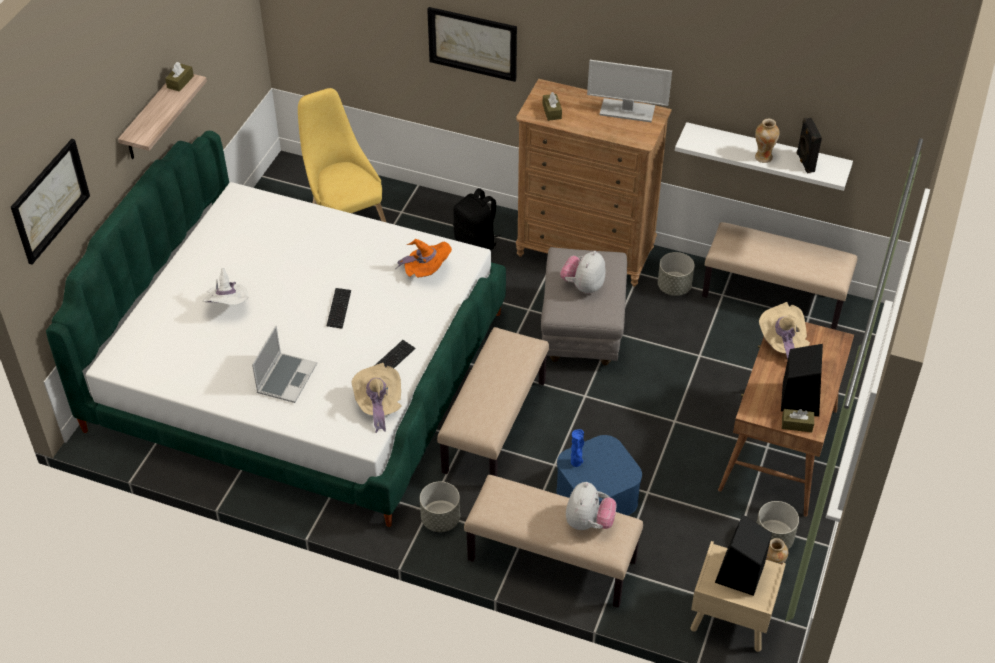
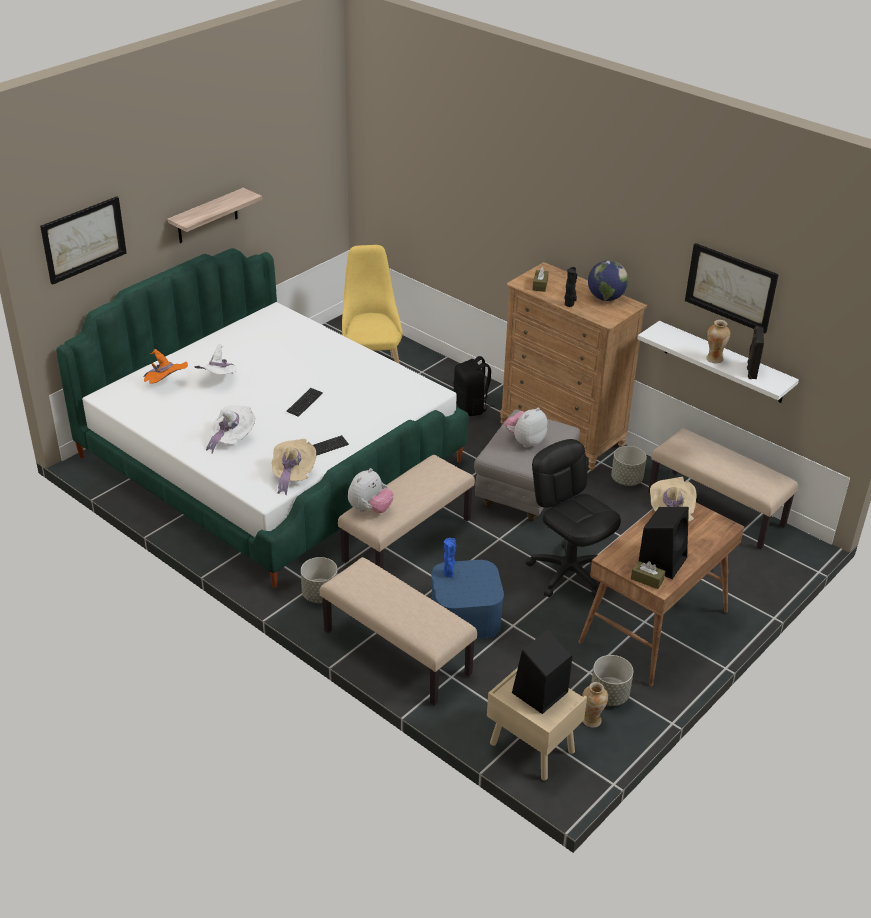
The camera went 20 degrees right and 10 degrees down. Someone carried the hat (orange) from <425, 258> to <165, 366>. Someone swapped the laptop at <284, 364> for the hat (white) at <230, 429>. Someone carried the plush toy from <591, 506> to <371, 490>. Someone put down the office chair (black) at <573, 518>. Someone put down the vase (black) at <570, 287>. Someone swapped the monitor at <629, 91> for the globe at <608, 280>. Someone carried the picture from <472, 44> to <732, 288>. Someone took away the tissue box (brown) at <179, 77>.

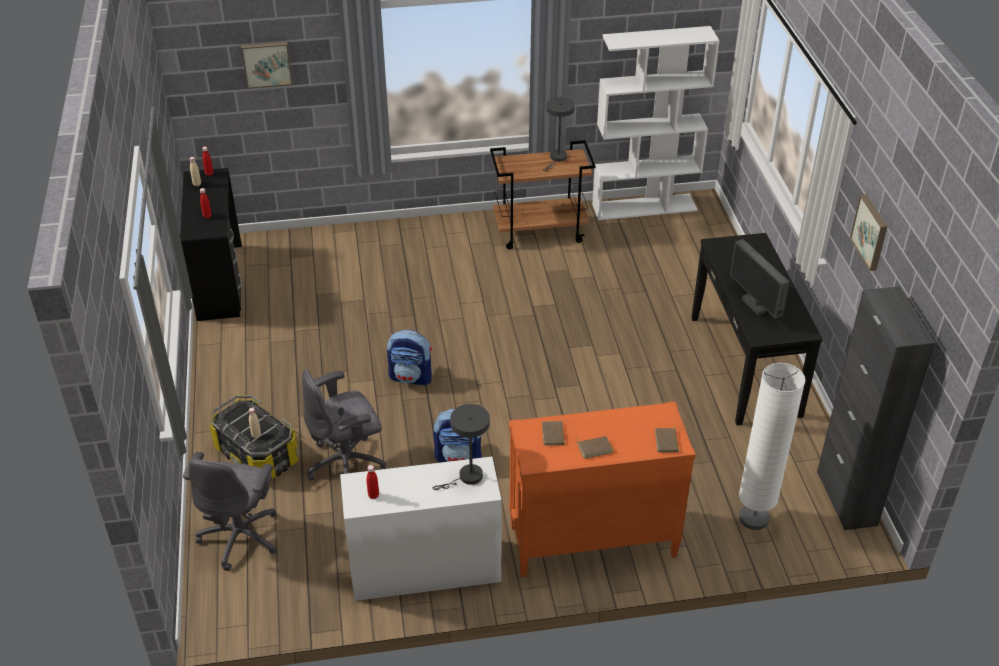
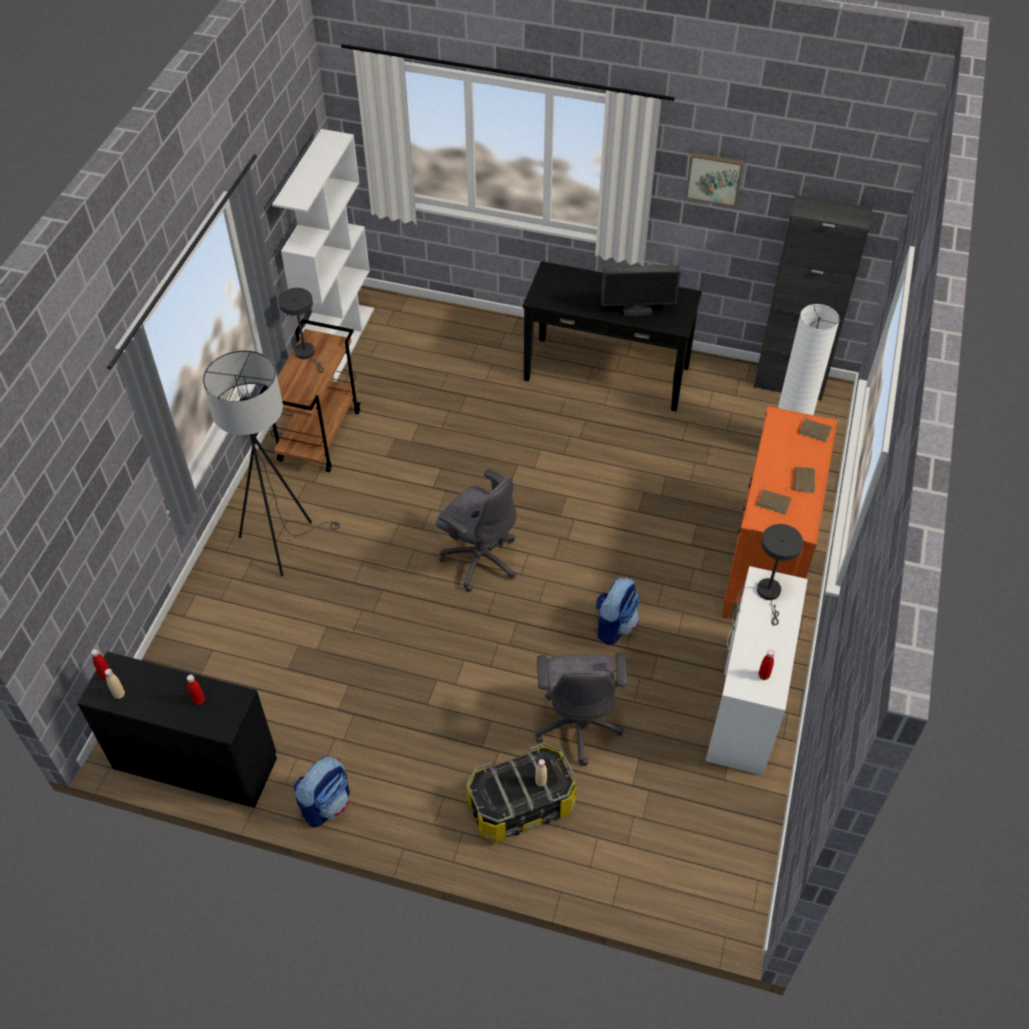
The camera went 65 degrees left and 10 degrees up. Someone put down the floor lamp (grey) at <271, 463>. Someone carried the backpack from <409, 358> to <322, 792>. Someone carried the office chair (grey) from <230, 511> to <476, 530>. Someone took away the picture at <266, 65>.

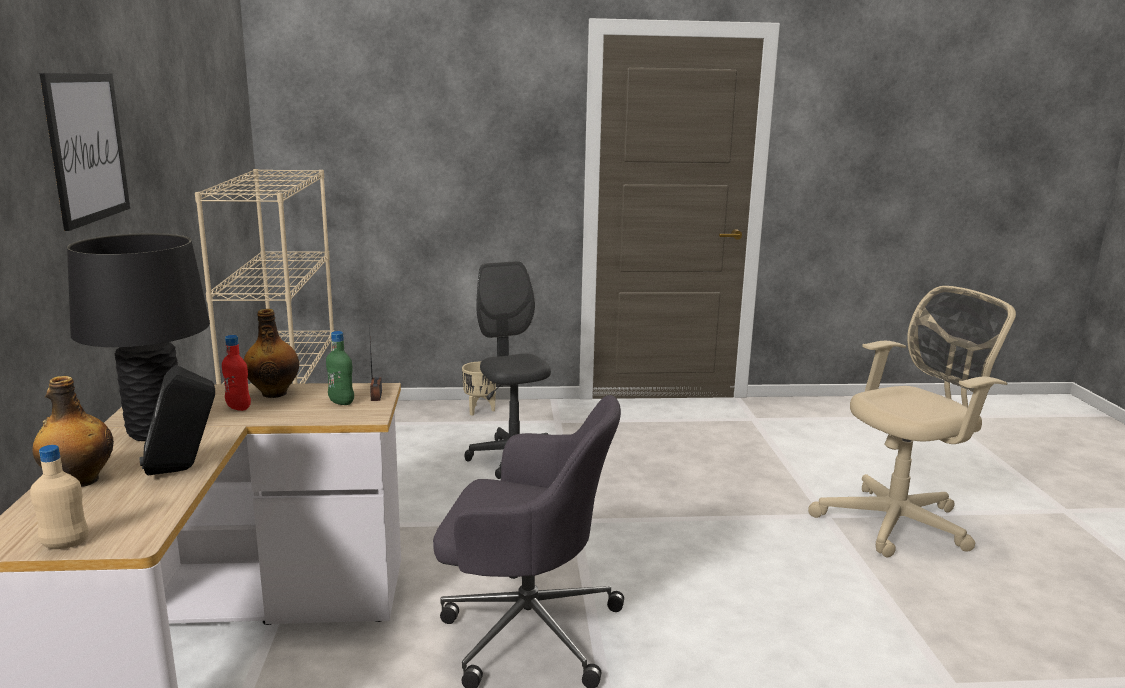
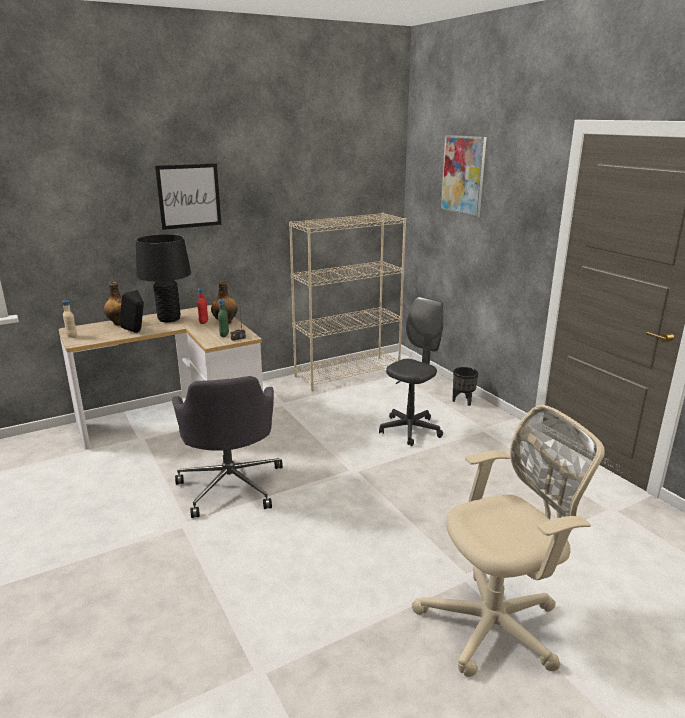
The camera went 65 degrees right and 5 degrees up. Someone rotated the office chair (beige) at <912, 421> by 60 degrees counterclockwise. Someone put up the picture at <463, 176>. Someone repainted the planter (beige) at <479, 389>, which became the planter (black) at <465, 386>.

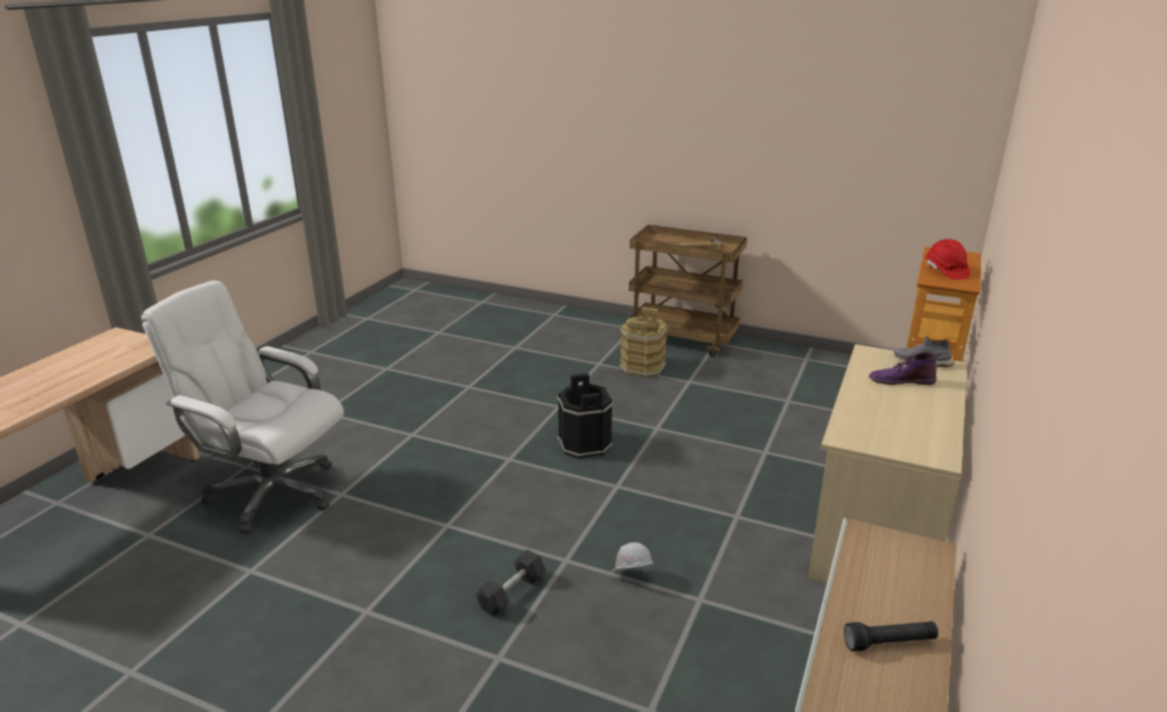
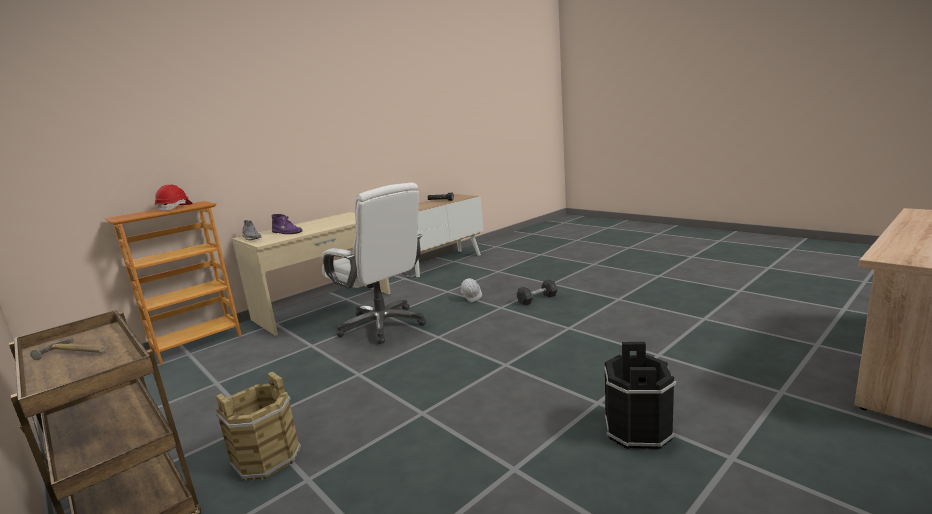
The camera went 155 degrees left and 10 degrees down. Someone carried the office chair (white) from <242, 407> to <374, 263>. Someone carried the bucket (black) from <585, 416> to <640, 396>.

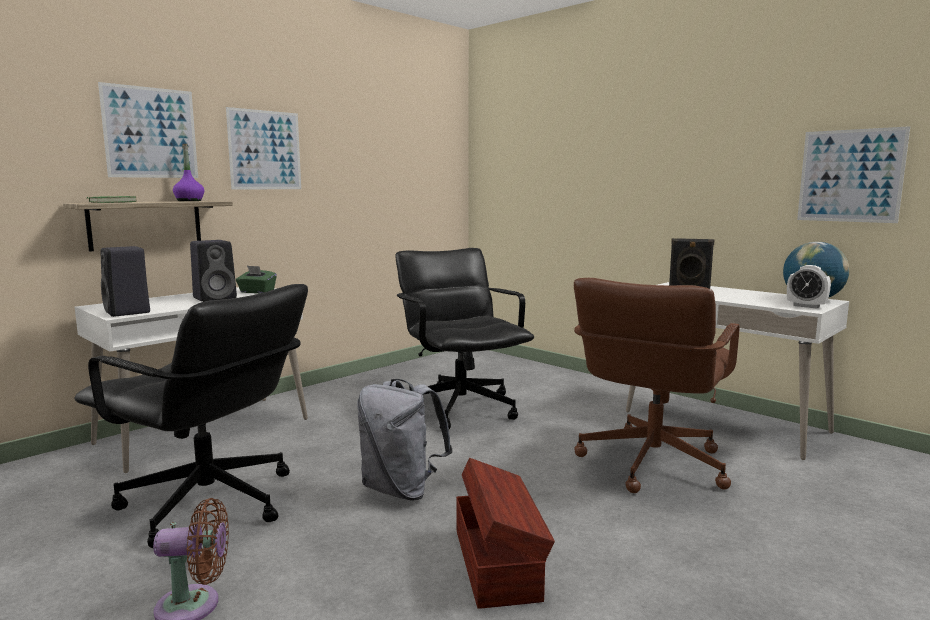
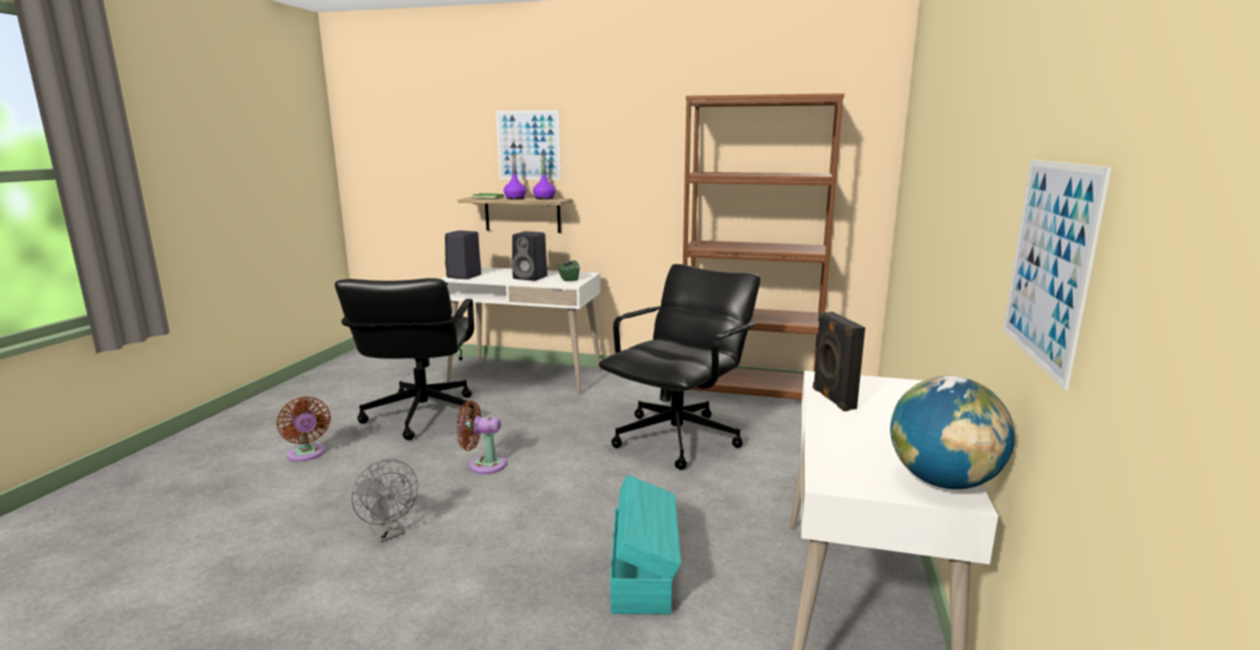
The camera went 60 degrees right and 5 degrees up. Someone swapped the storage box (brown) at <505, 533> for the fan (grey) at <384, 500>. Someone swapped the backpack (grey) at <404, 439> for the fan (brown) at <482, 437>. Someone put down the bottle (purple) at <515, 176>. Someone swapped the office chair (brown) at <657, 385> for the storage box (turquoise) at <645, 544>. Someone put down the bookcase (brown) at <763, 246>. Someone took away the picture at <263, 148>. Someone took away the alarm clock at <809, 287>.

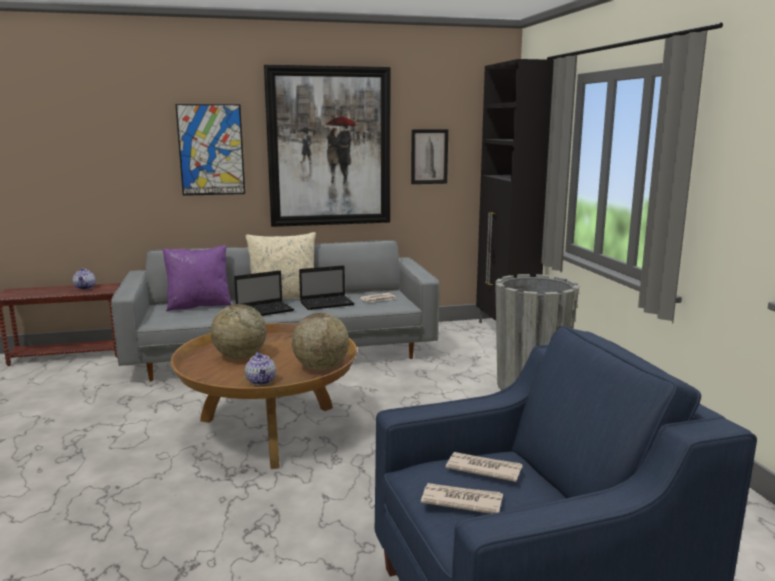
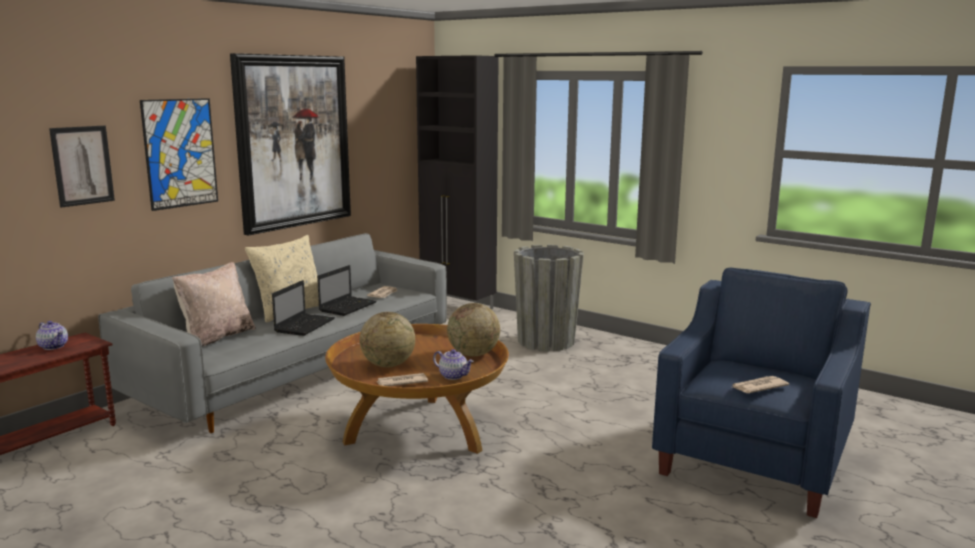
The camera went 40 degrees left and 0 degrees up. Someone carried the picture from <429, 156> to <82, 167>. Someone repainted the pillow (purple) at <197, 278>, which became the pillow (beige) at <214, 304>. Someone carried the newspaper from <484, 467> to <402, 379>.

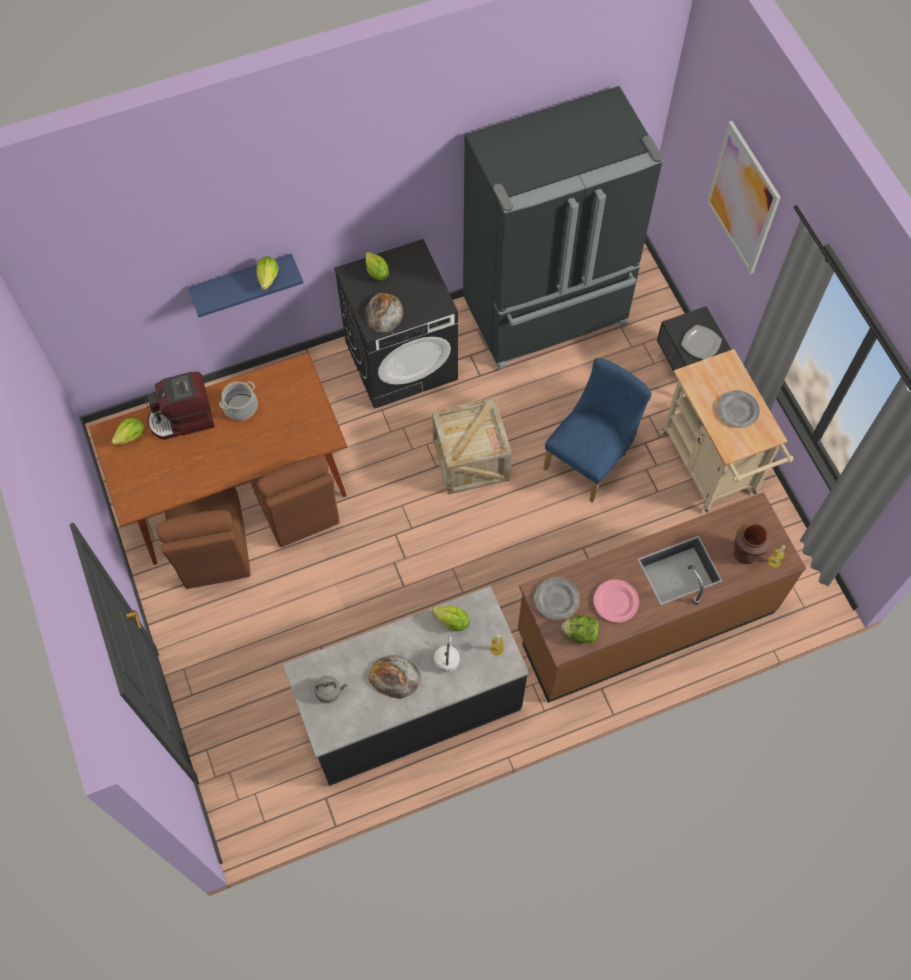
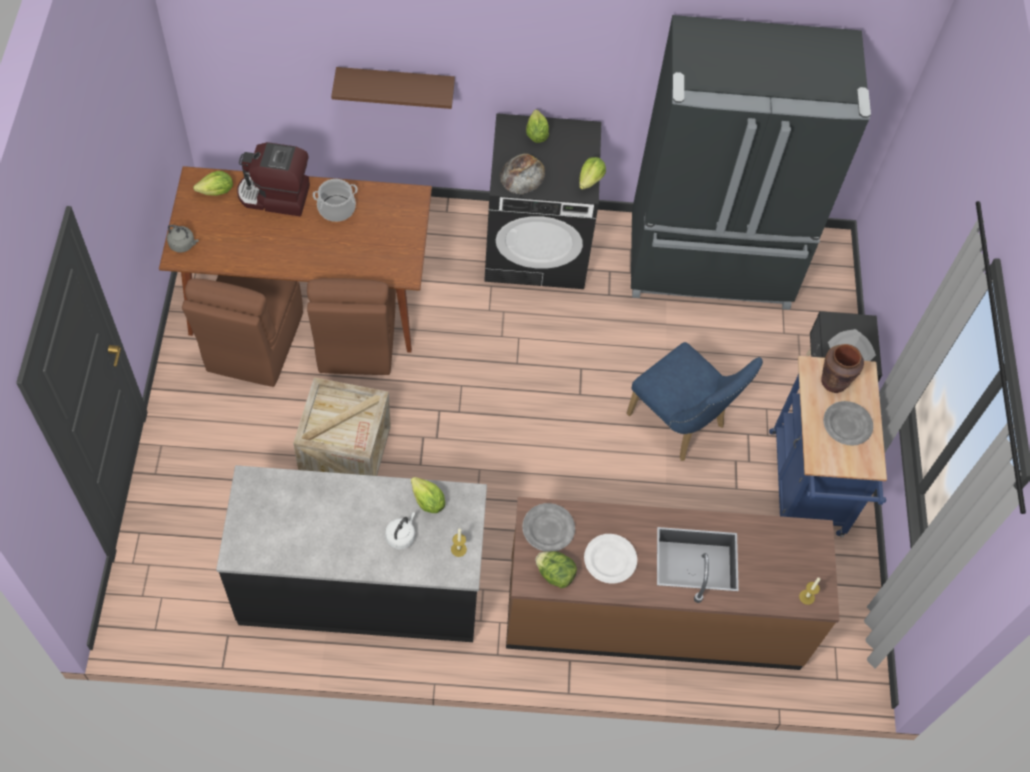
The camera went 20 degrees right and 5 degrees down. Someone carried the kettle (grey) from <330, 689> to <182, 239>. Someone carried the crate from <472, 446> to <342, 426>. Someone repainted the shelf (blue) at <245, 285>, which became the shelf (brown) at <393, 88>. Someone carried the lettuce from <267, 273> to <592, 173>. Someone repainted the plate (pink) at <616, 601>, which became the plate (white) at <610, 559>. Someone rotated the chair (blue) at <597, 430> by 75 degrees clockwise. Someone repainted the cart (beige) at <727, 431>, which became the cart (blue) at <828, 446>. Someone carried the vase (brown) from <752, 543> to <842, 368>. Someone took away the bread at <395, 677>. Someone took away the picture at <743, 197>.

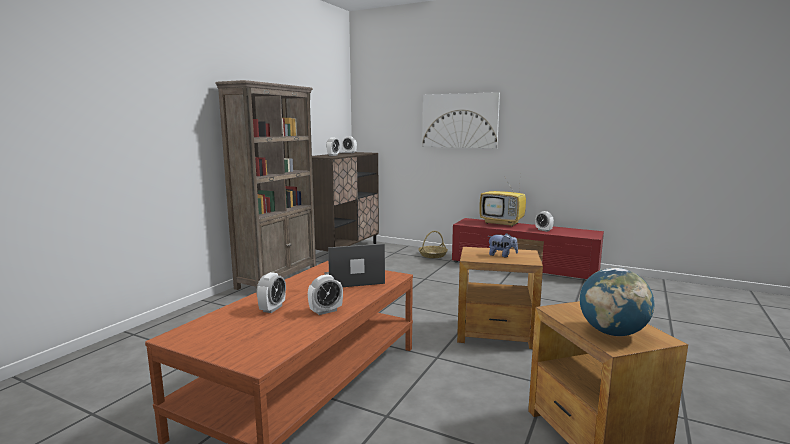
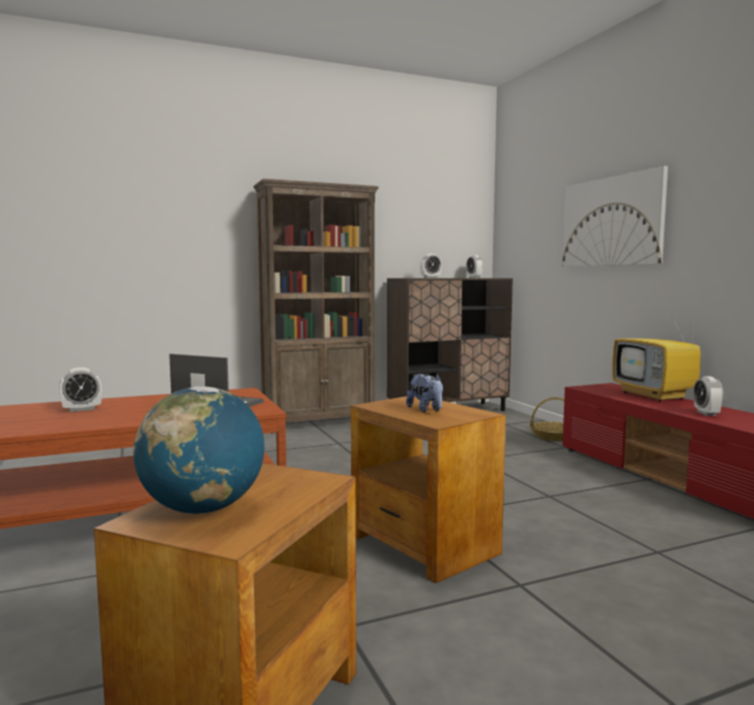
The camera went 40 degrees right and 5 degrees down. Someone took away the alarm clock at <325, 294>.

